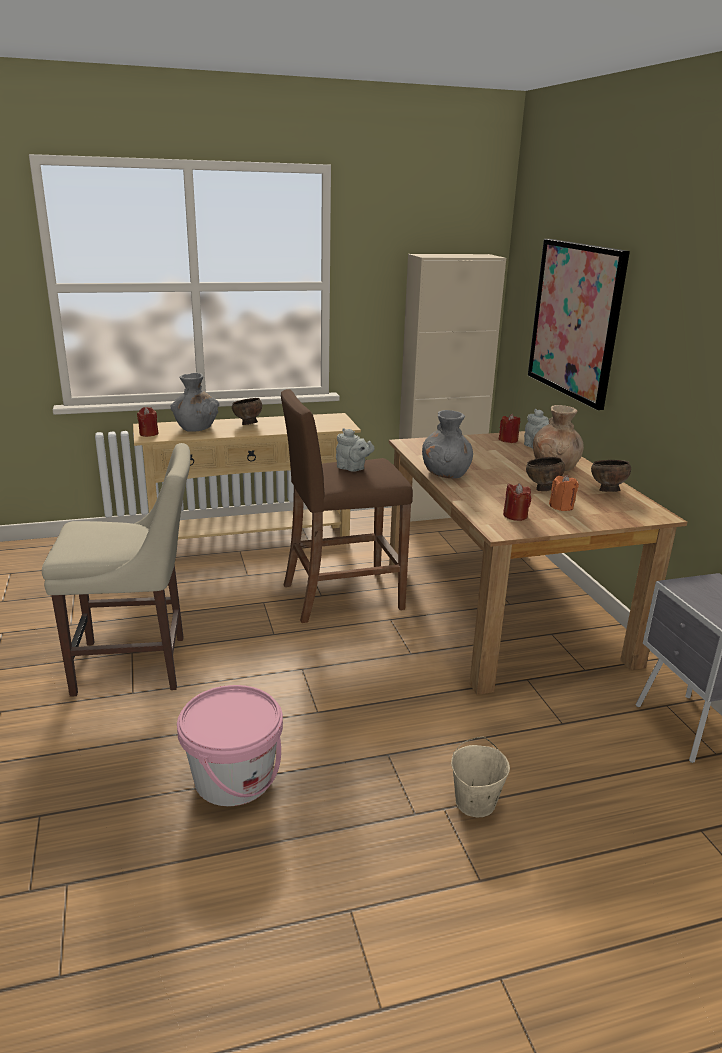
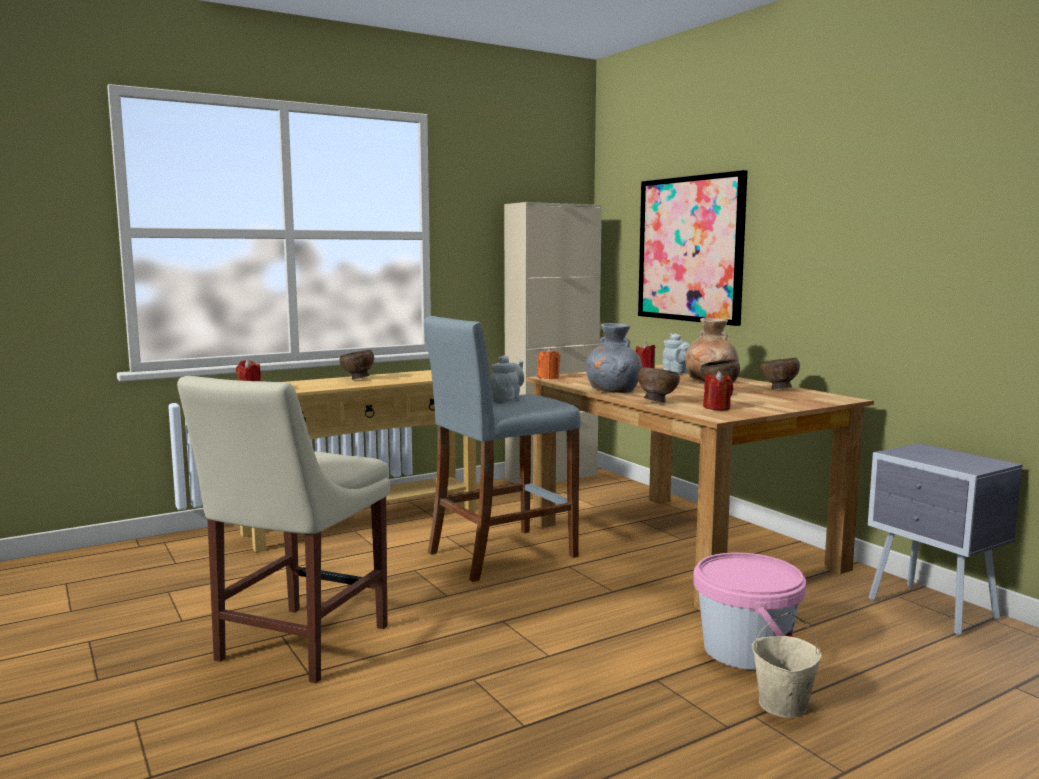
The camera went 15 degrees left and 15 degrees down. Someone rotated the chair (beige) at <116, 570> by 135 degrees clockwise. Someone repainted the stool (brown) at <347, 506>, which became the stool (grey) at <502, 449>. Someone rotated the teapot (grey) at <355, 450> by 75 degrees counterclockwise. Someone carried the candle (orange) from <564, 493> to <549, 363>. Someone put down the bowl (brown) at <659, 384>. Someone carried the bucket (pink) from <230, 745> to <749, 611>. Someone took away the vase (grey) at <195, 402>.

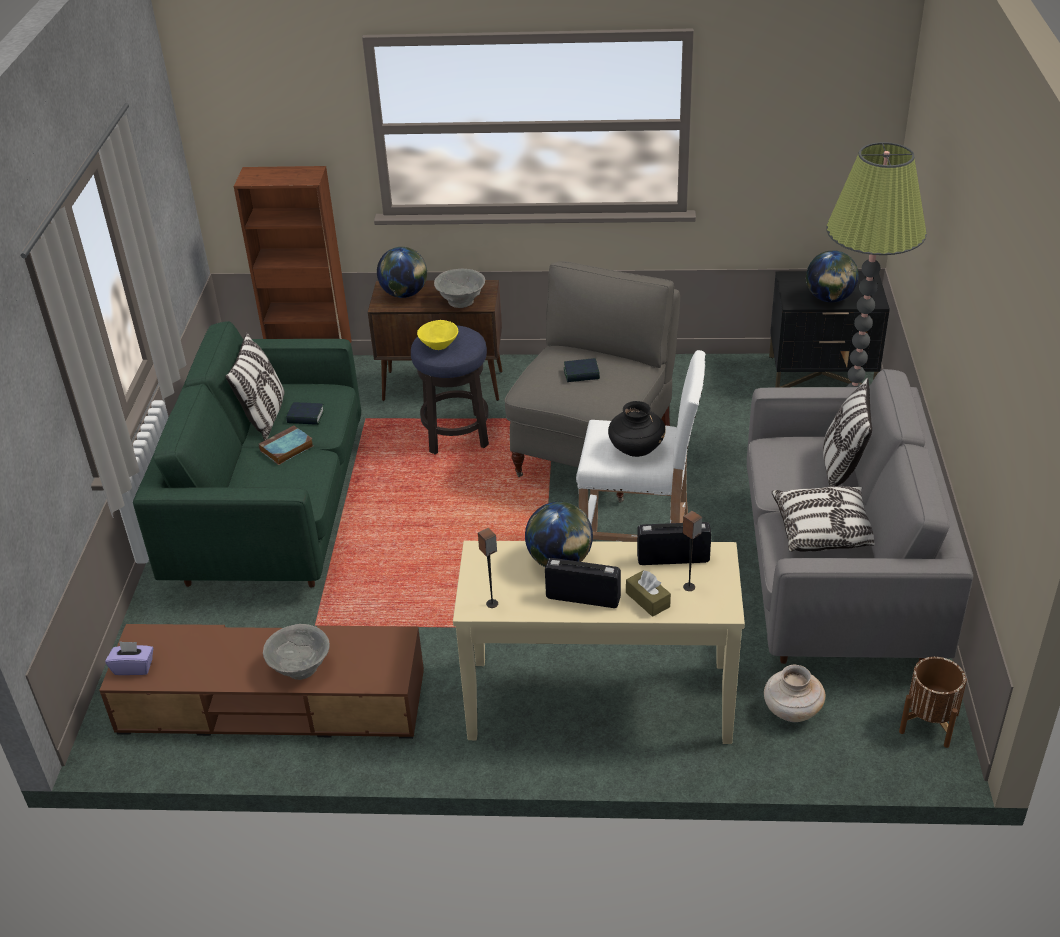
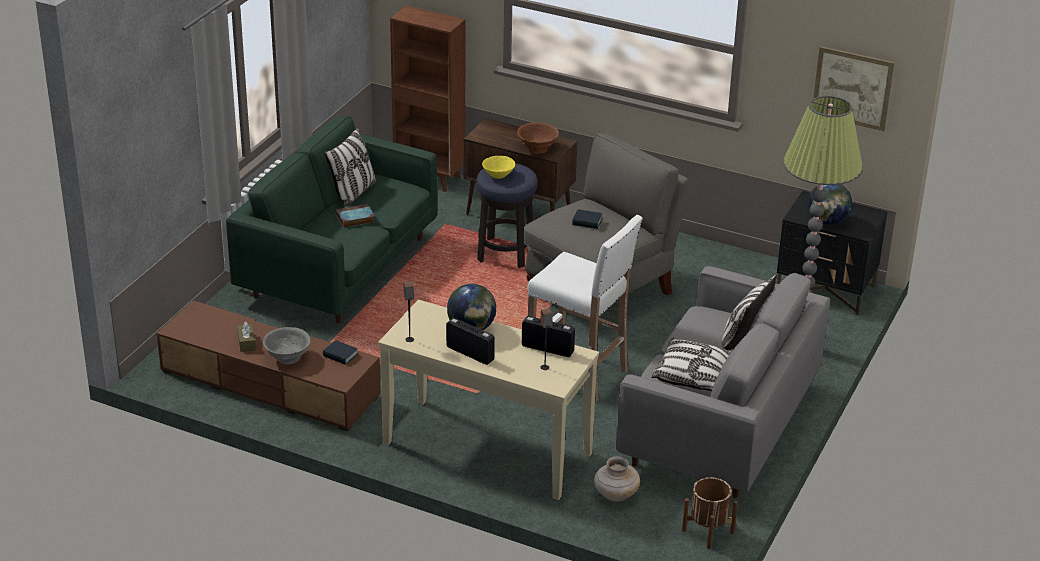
The camera went 20 degrees right and 5 degrees down. Someone carried the tissue box (brown) from <648, 593> to <246, 337>. Someone carried the book from <305, 413> to <340, 352>. Someone repainted the bowl (grey) at <459, 288>, which became the bowl (brown) at <538, 138>. Someone put up the picture at <854, 88>. Someone took away the tissue box (purple) at <129, 658>. Someone took away the globe at <402, 272>. Someone took away the vase (black) at <637, 429>.

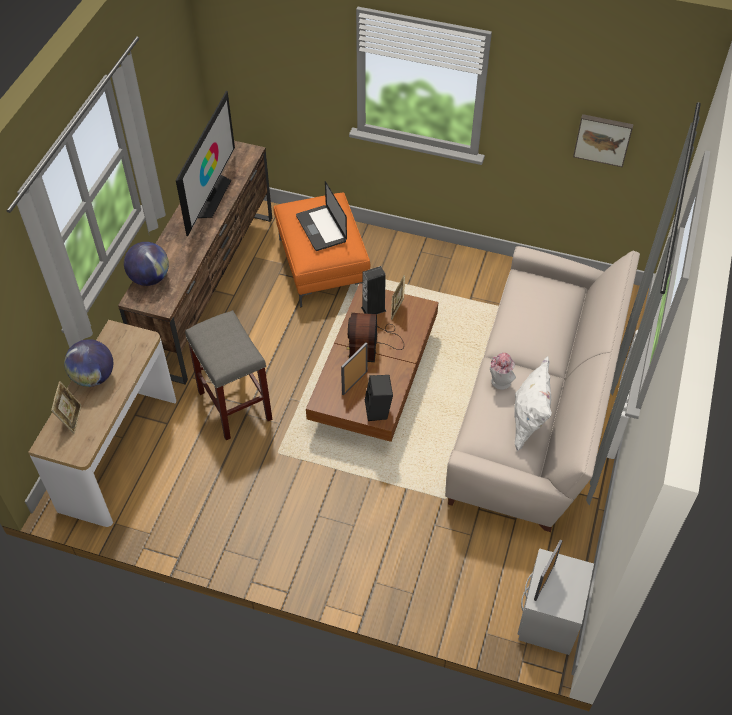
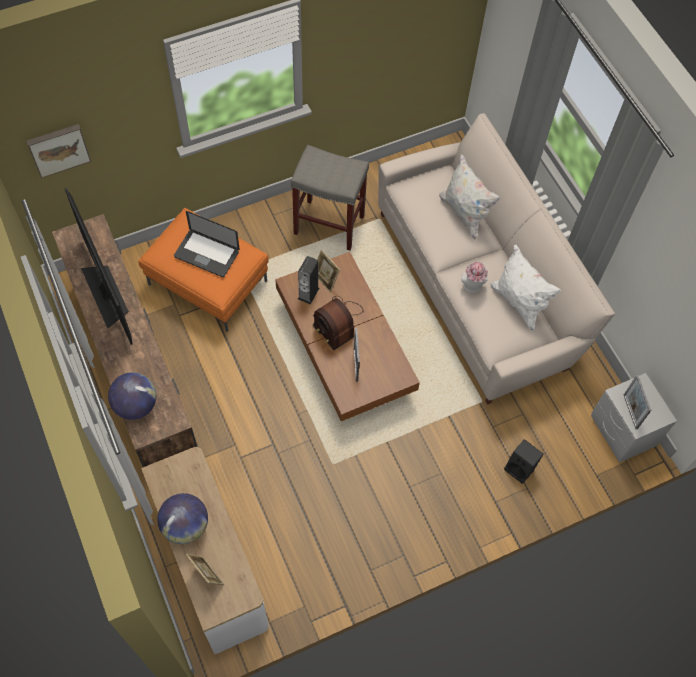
The camera went 45 degrees left and 10 degrees up. Someone carried the picture from <603, 140> to <59, 151>. Someone carried the stool (grey) from <228, 375> to <330, 198>. Someone put down the pillow (white) at <469, 197>. Someone carried the speaker (black) from <379, 398> to <524, 461>.

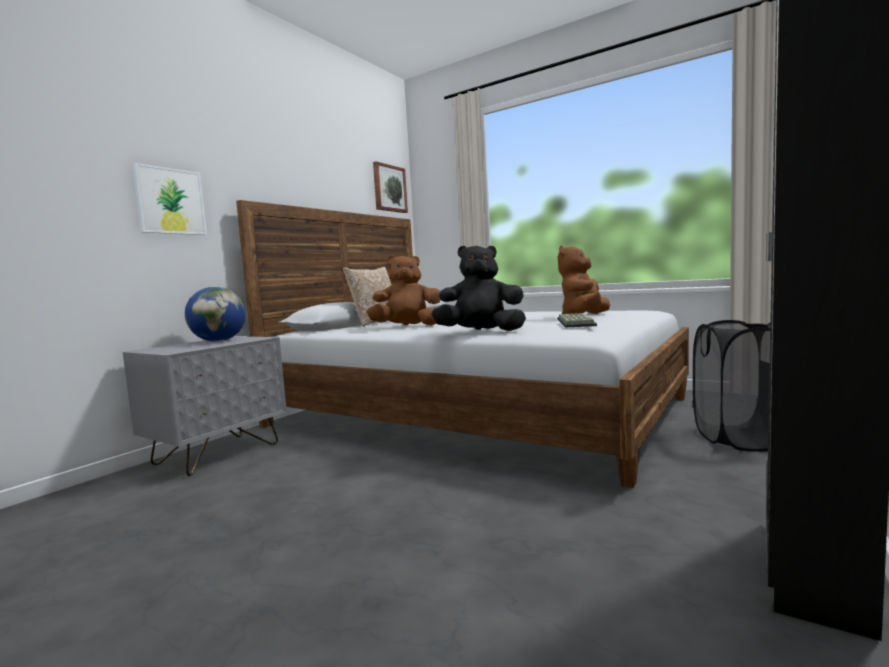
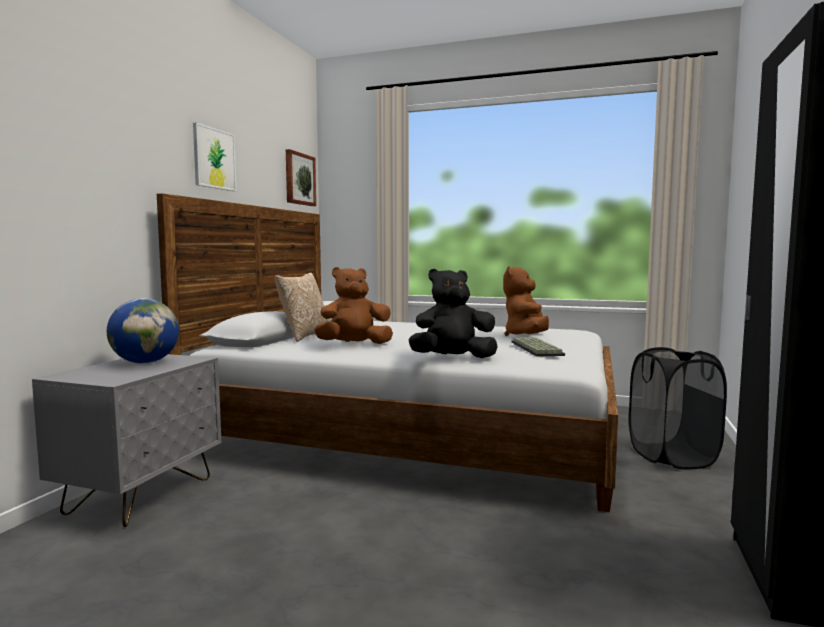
The camera went 15 degrees left and 0 degrees up. Someone carried the picture from <170, 199> to <214, 156>.

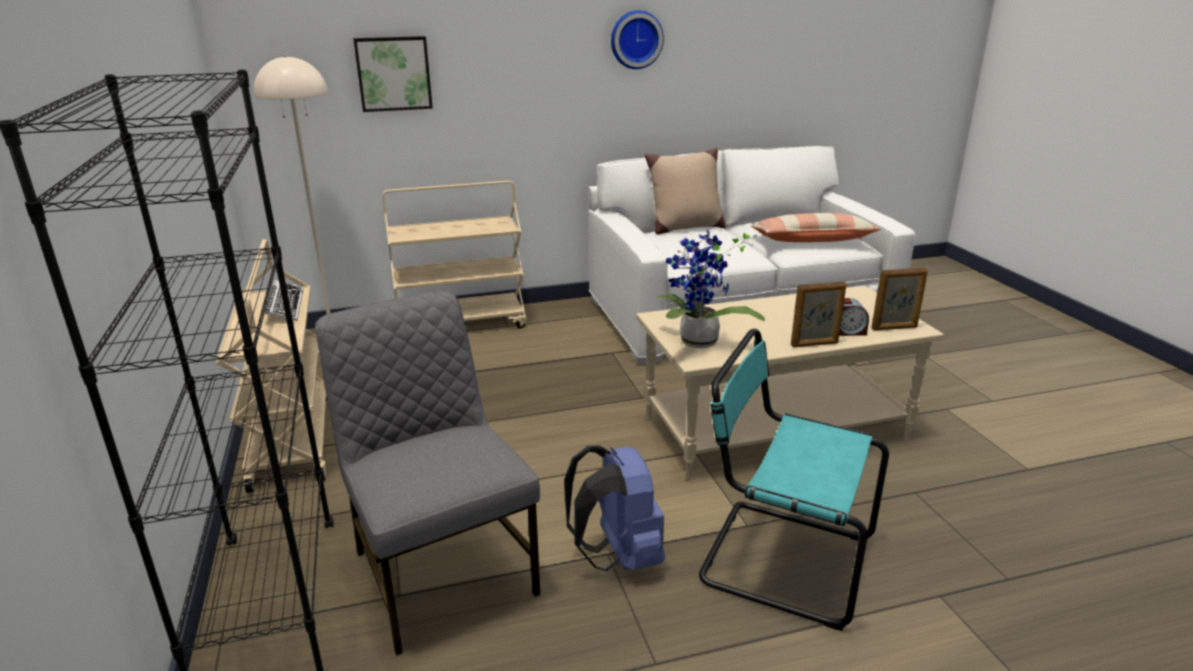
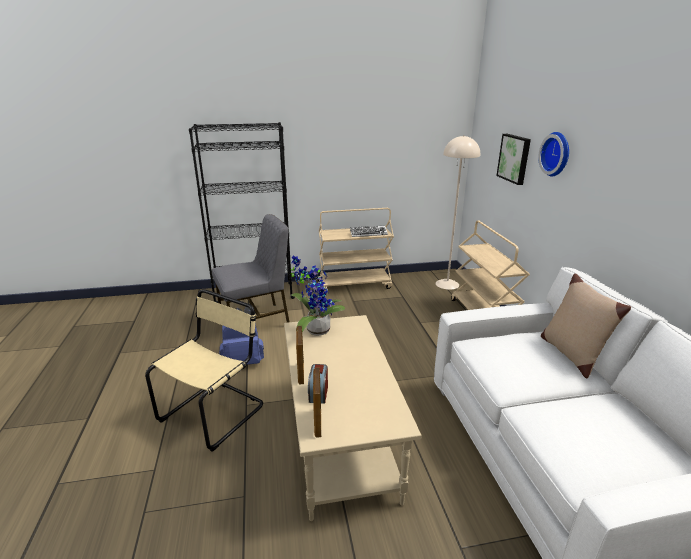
The camera went 95 degrees right and 0 degrees up. Someone repainted the chair (turquoise) at <794, 480>, which became the chair (beige) at <204, 370>. Someone carried the wall clock from <637, 39> to <553, 154>. Someone took away the pillow at <816, 227>.

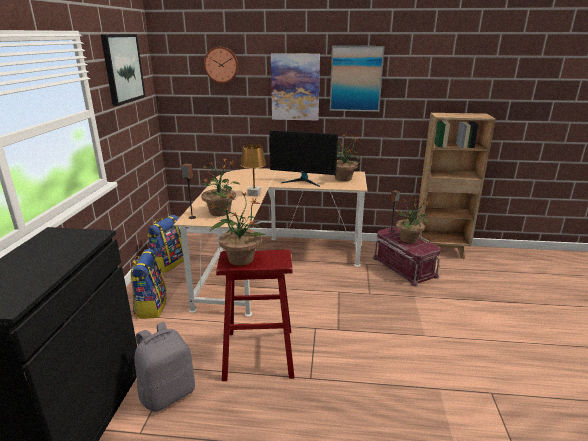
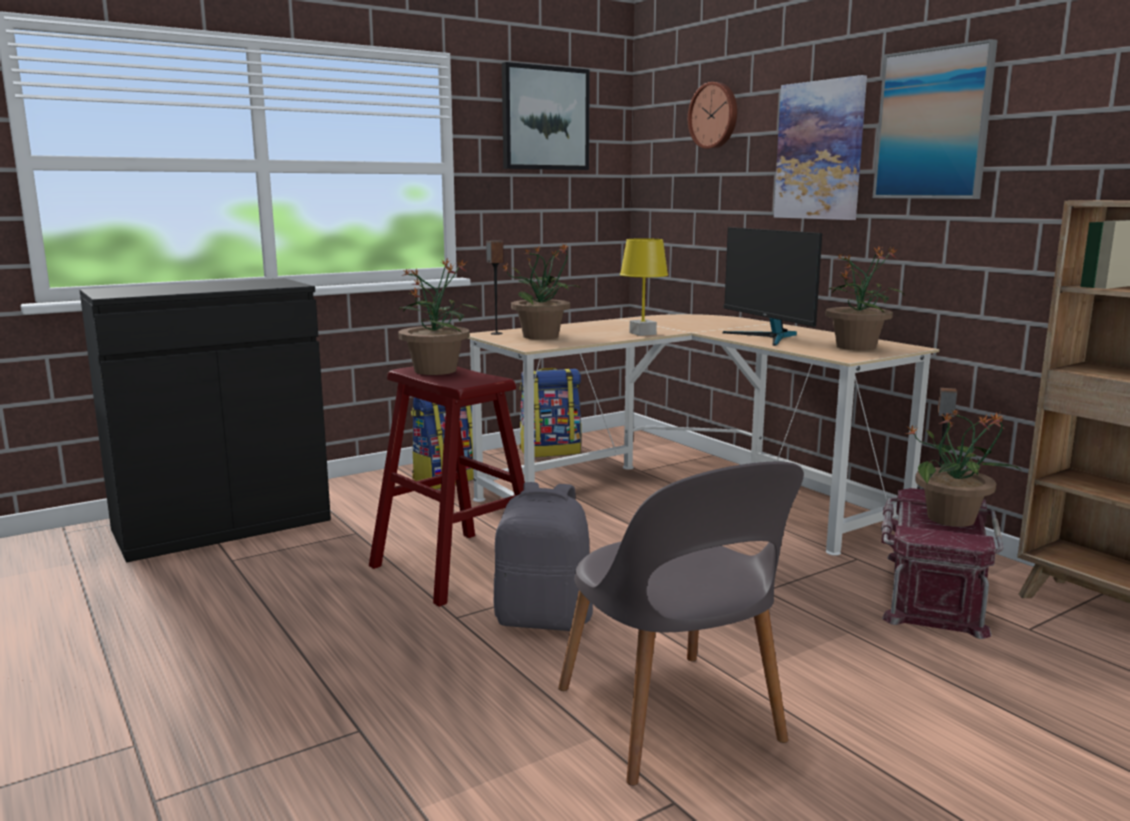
The camera went 50 degrees right and 10 degrees down. Someone carried the backpack (grey) from <165, 367> to <543, 556>. Someone put down the chair (grey) at <681, 624>. Someone repainted the table lamp (brown) at <253, 170>, which became the table lamp (yellow) at <644, 287>.

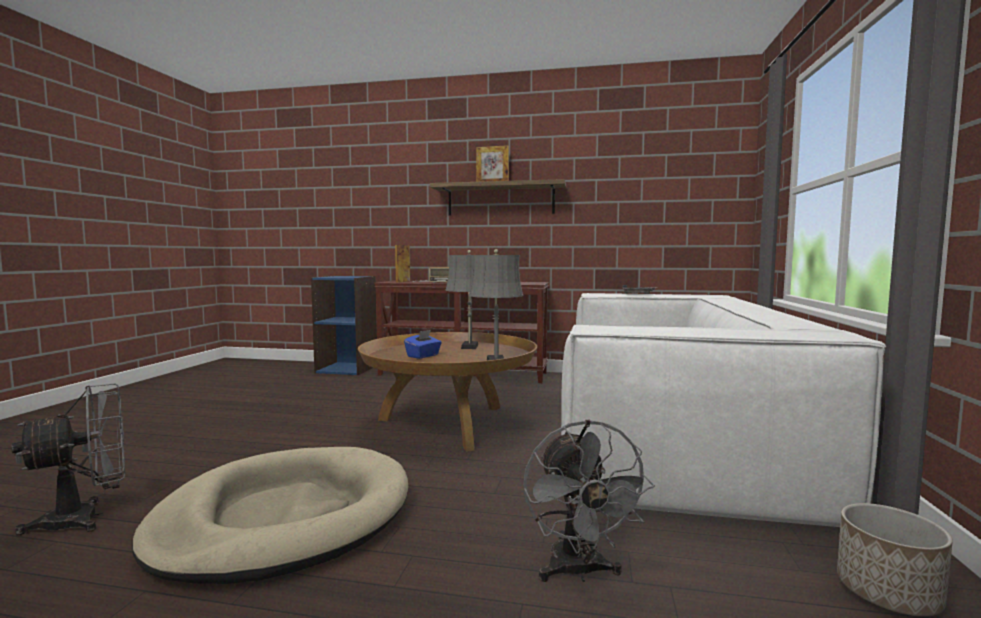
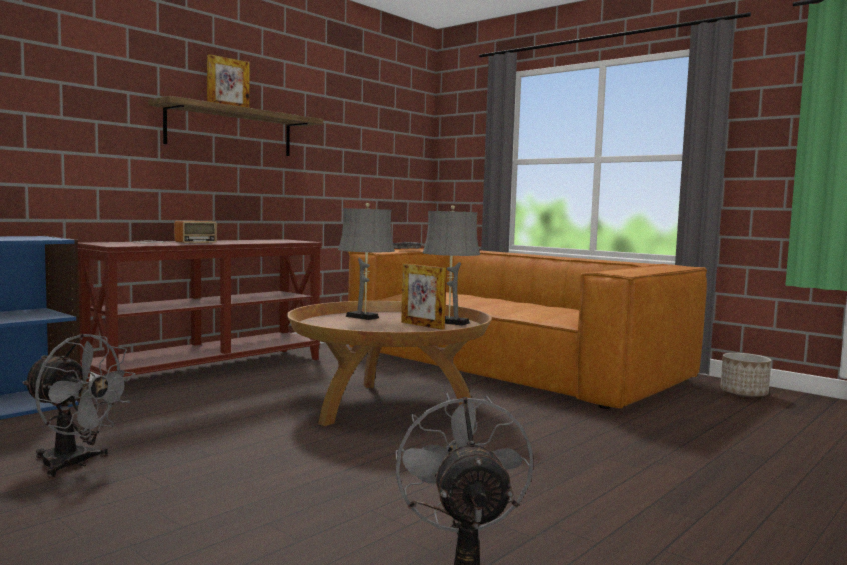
The camera went 60 degrees left and 0 degrees up. Someone carried the fan (grey) from <589, 501> to <78, 406>. Someone repainted the sofa (white) at <723, 410>, which became the sofa (brown) at <527, 328>. Someone carried the picture frame from <402, 264> to <424, 297>. Someone took away the dog bed (beige) at <270, 515>. Someone took away the tissue box (blue) at <423, 344>.

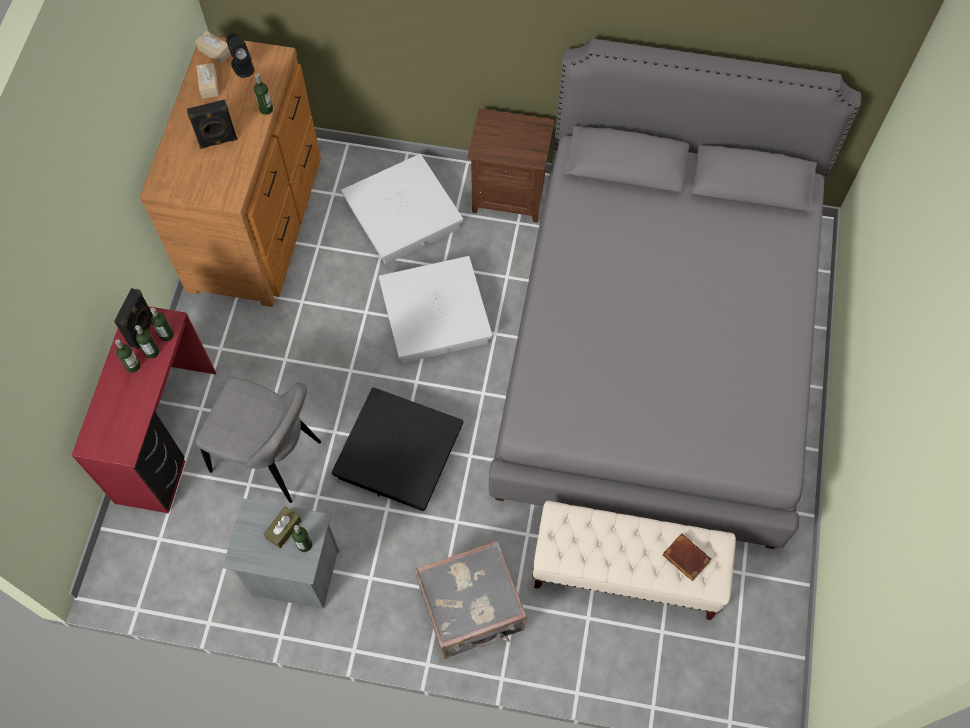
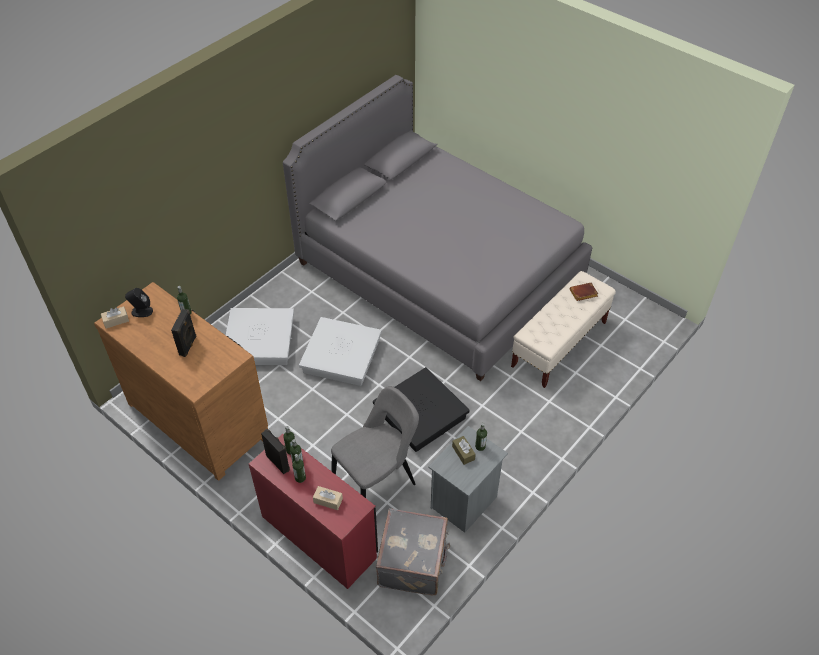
The camera went 60 degrees left and 15 degrees down. Someone carried the tissue box (beige) from <207, 81> to <328, 498>. Someone carried the suitcase (grey) from <471, 600> to <413, 551>. Someone took away the nightstand (brown) at <511, 165>.

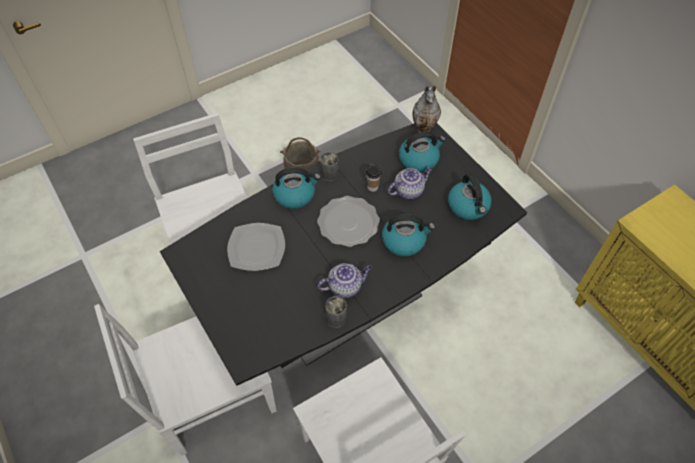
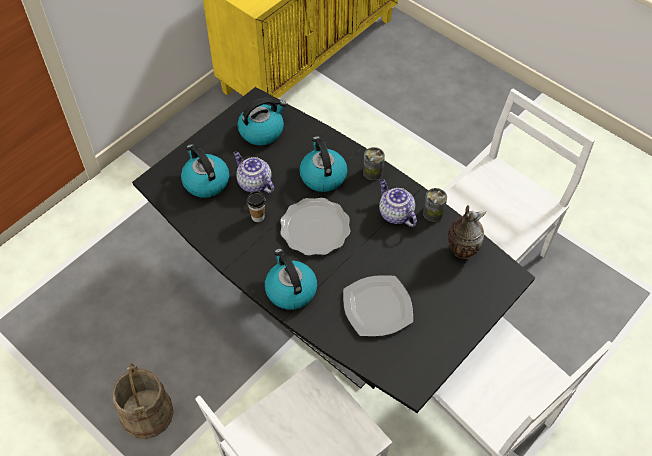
The camera went 105 degrees left and 0 degrees up. Someone carried the can from <329, 166> to <374, 164>. Someone carried the vase from <426, 108> to <467, 232>.

